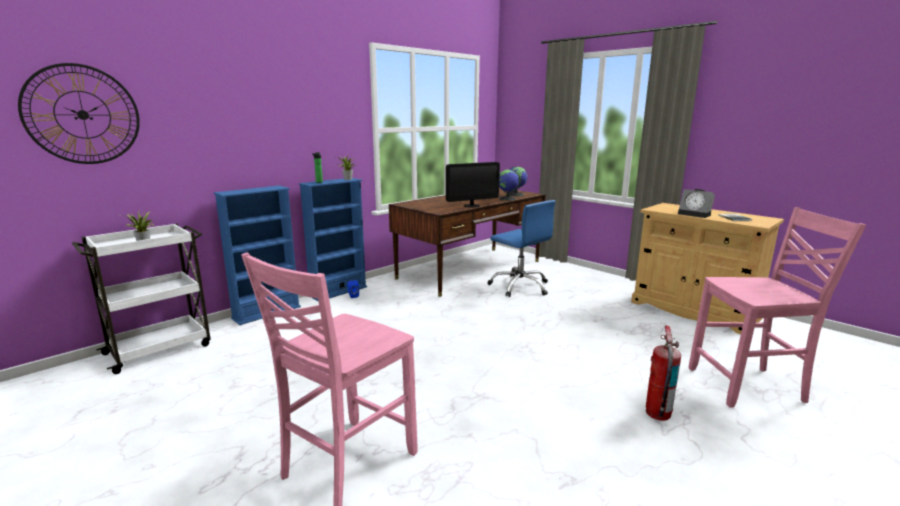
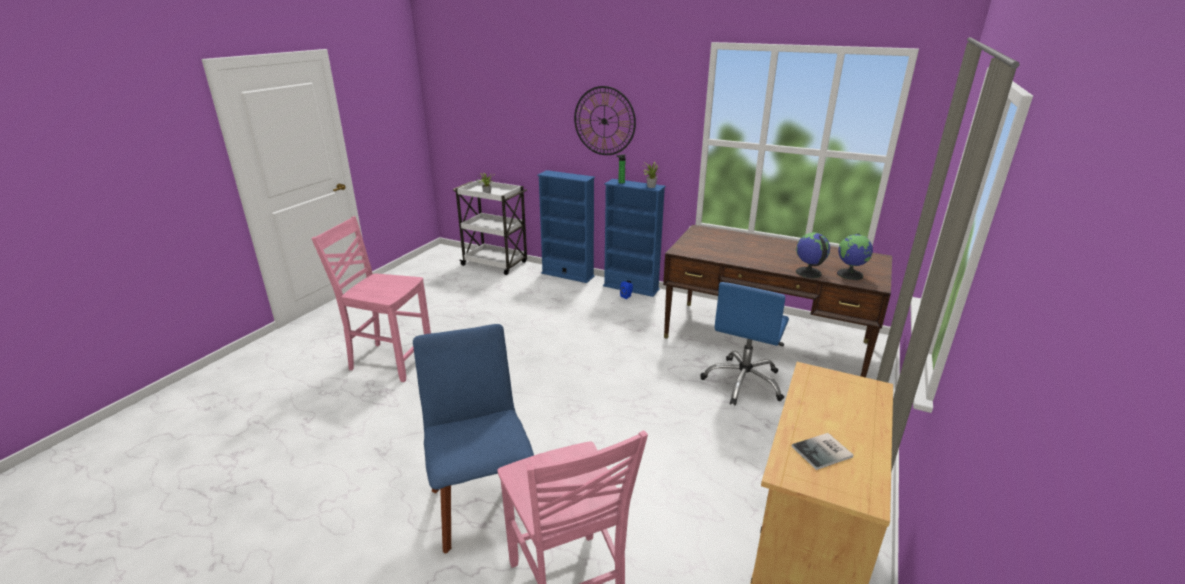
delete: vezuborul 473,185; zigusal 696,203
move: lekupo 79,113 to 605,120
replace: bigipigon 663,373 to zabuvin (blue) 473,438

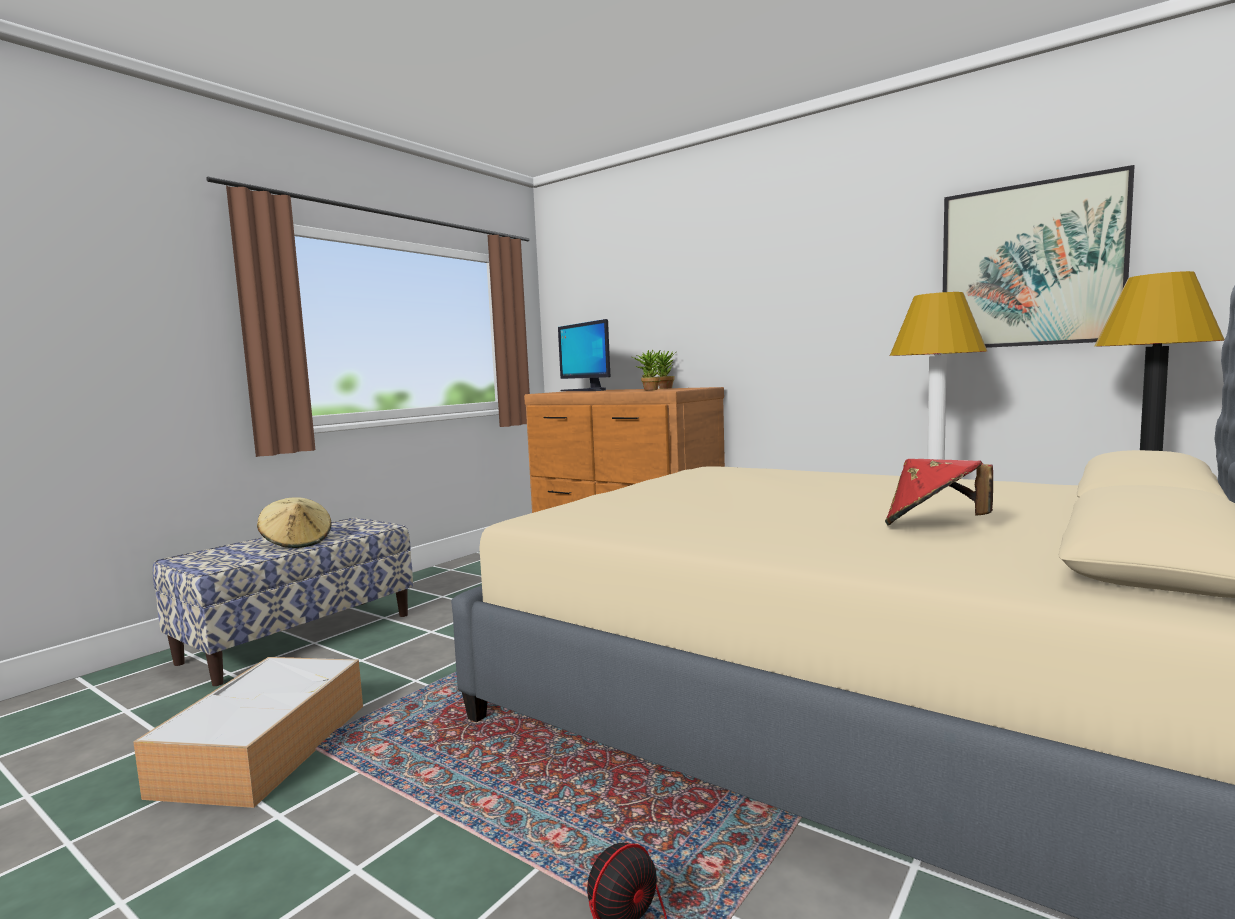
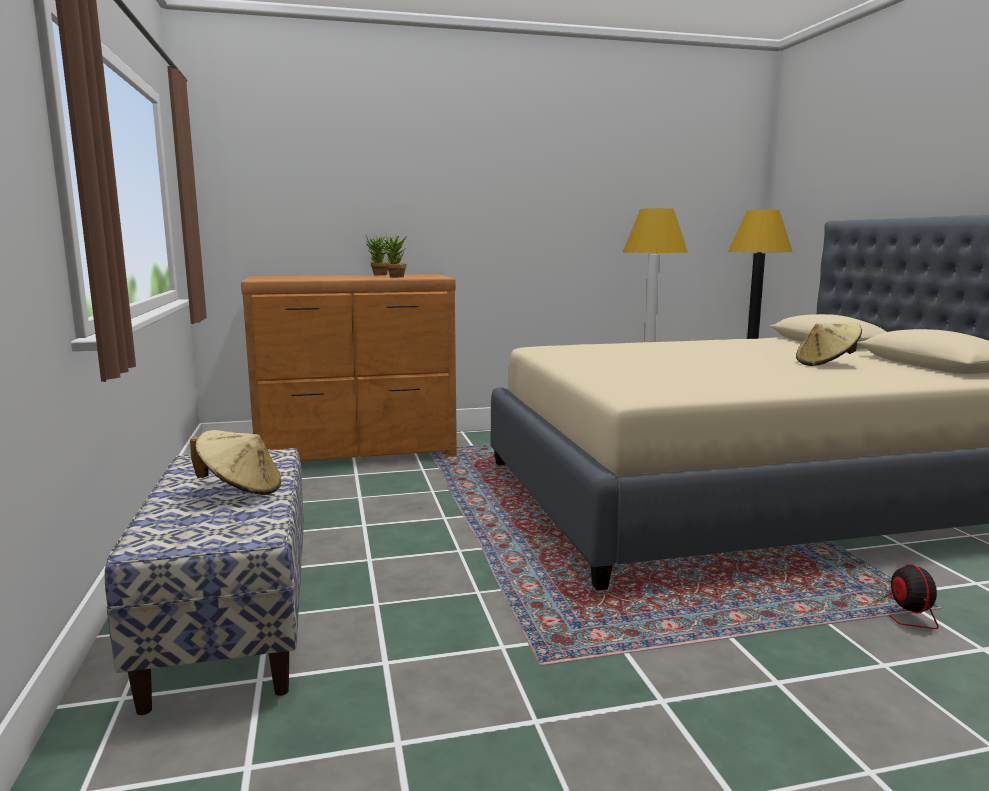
delete: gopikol 1039,256; vezuborul 584,355; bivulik 248,732
recolor: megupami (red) 939,492 to megupami (beige) 829,344

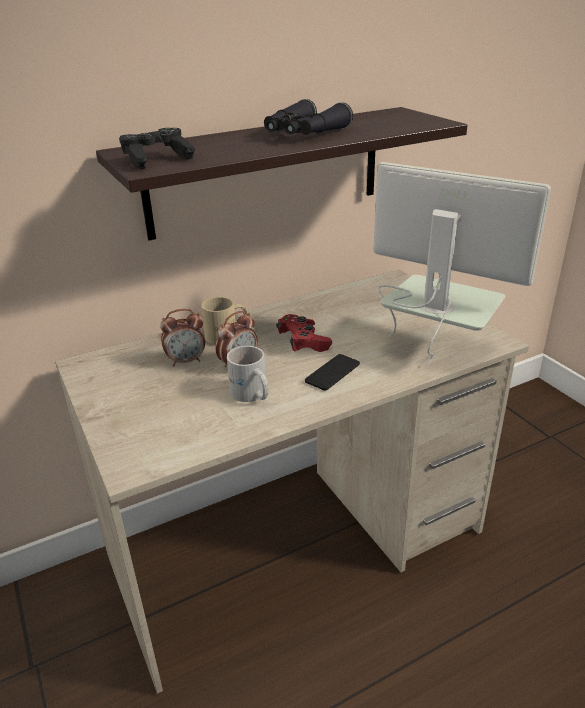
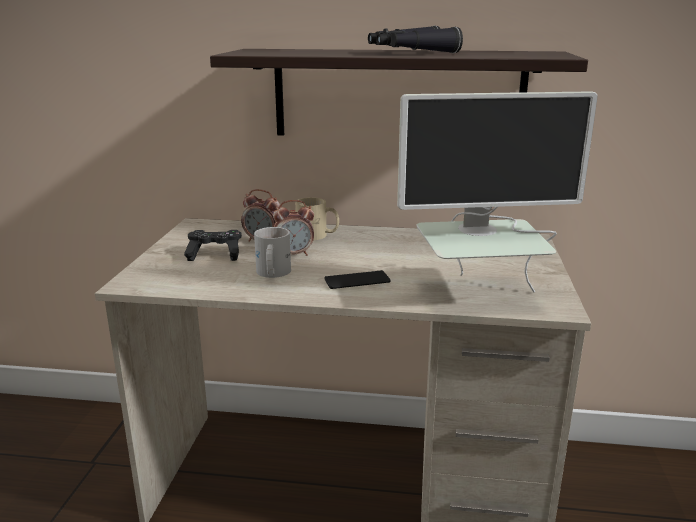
delete: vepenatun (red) 304,333
move: vepenatun (black) 157,148 to 213,245
rotate: vezuborul 462,263 = 497,192 105 degrees clockwise

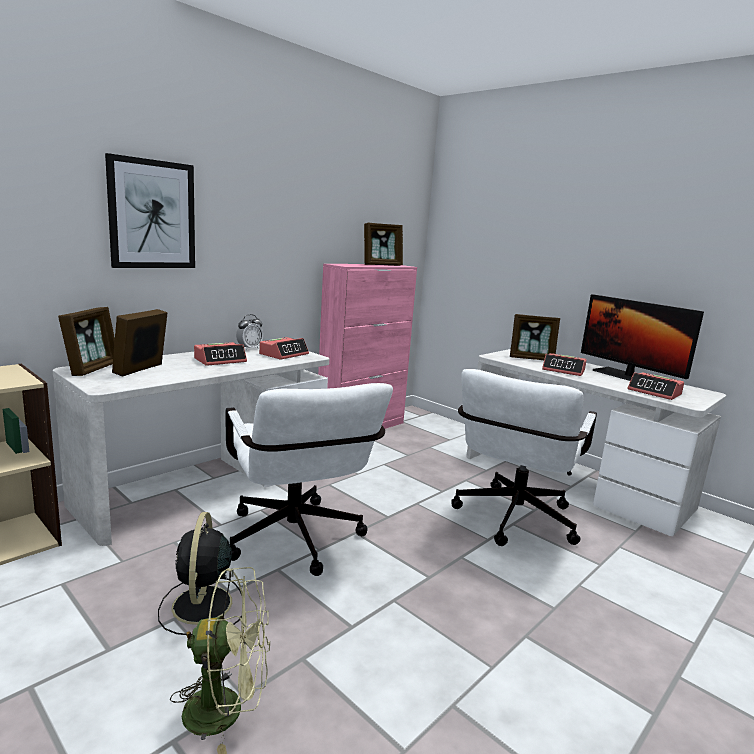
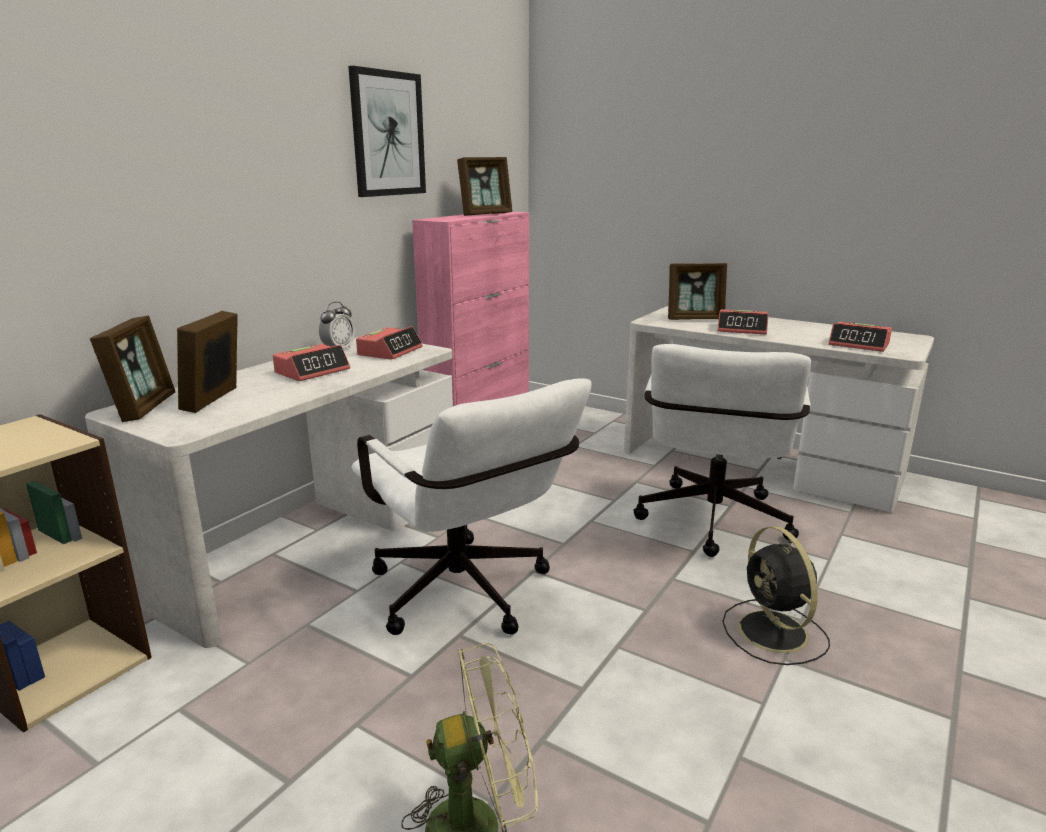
delete: vezuborul 642,337
move: gopikol 150,210 to 387,131; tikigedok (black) 200,574 to 776,595

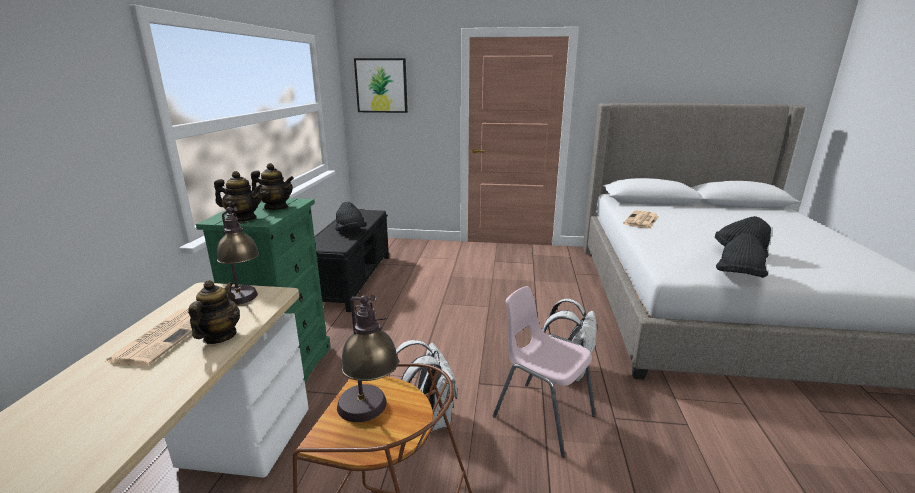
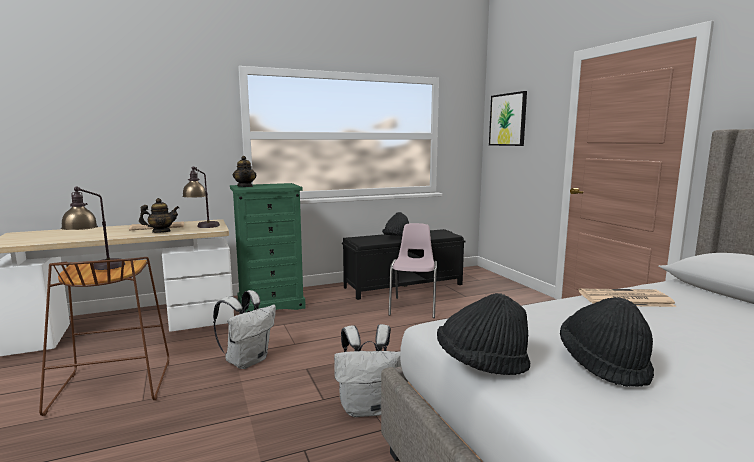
delete: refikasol 272,186
move: zabuvin (pink) 544,372 to 412,270

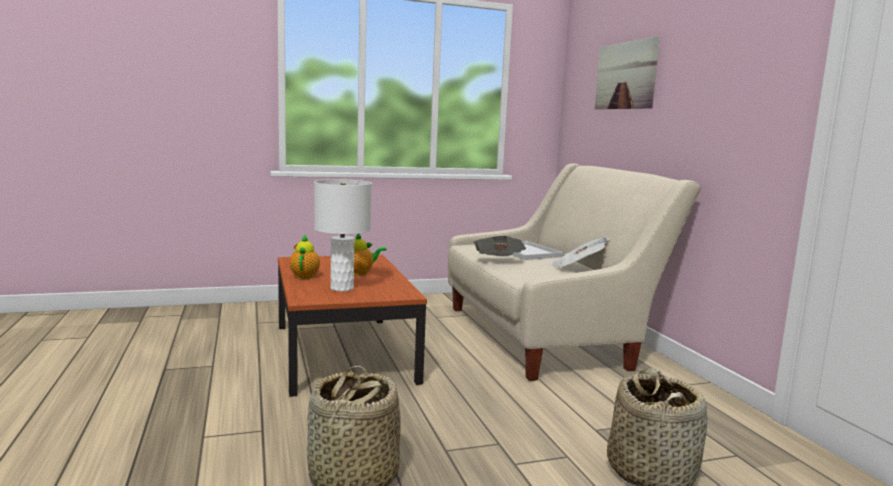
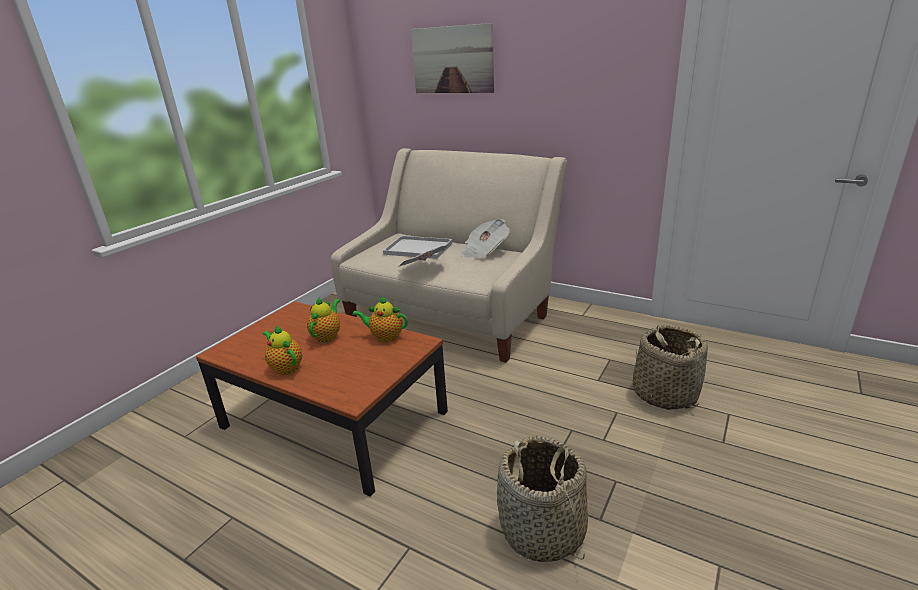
delete: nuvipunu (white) 343,235
insert: refikasol 380,319

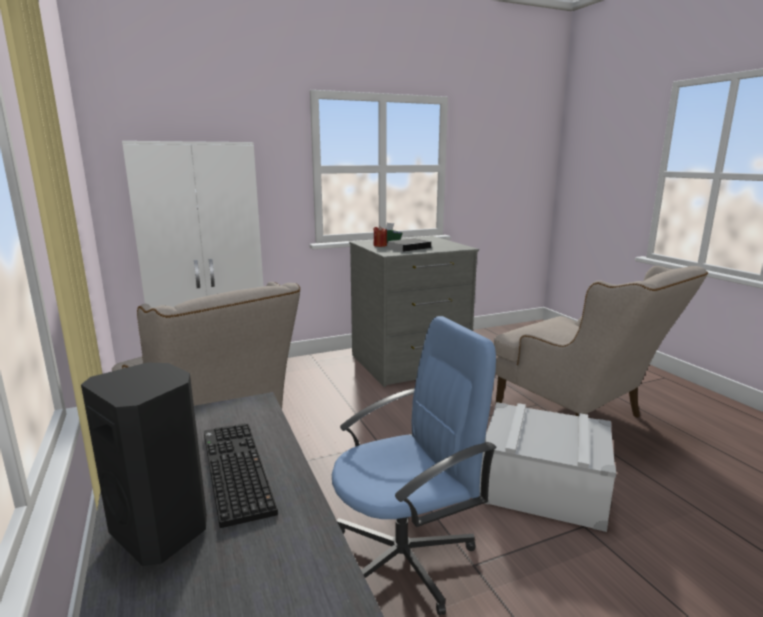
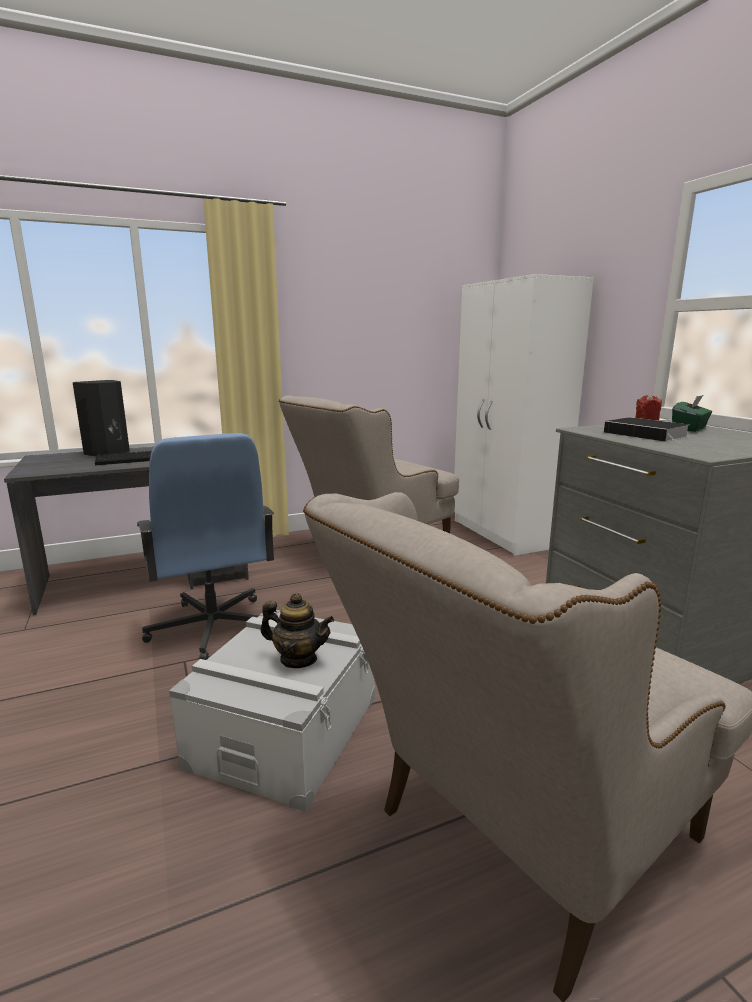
insert: refikasol 297,630

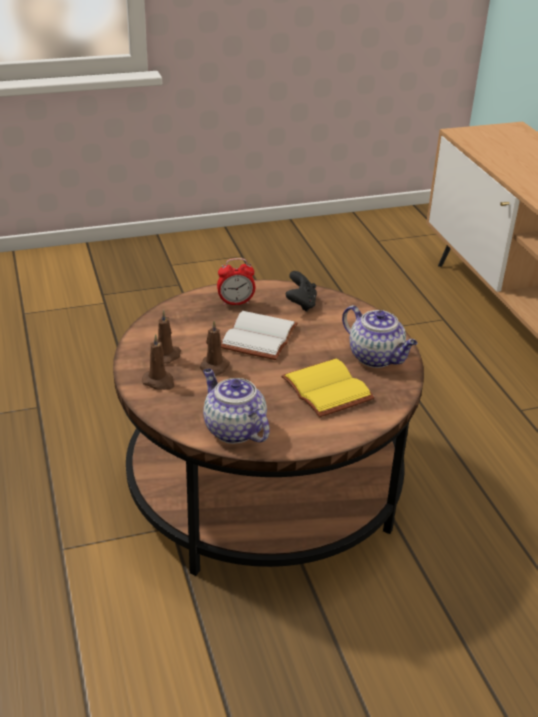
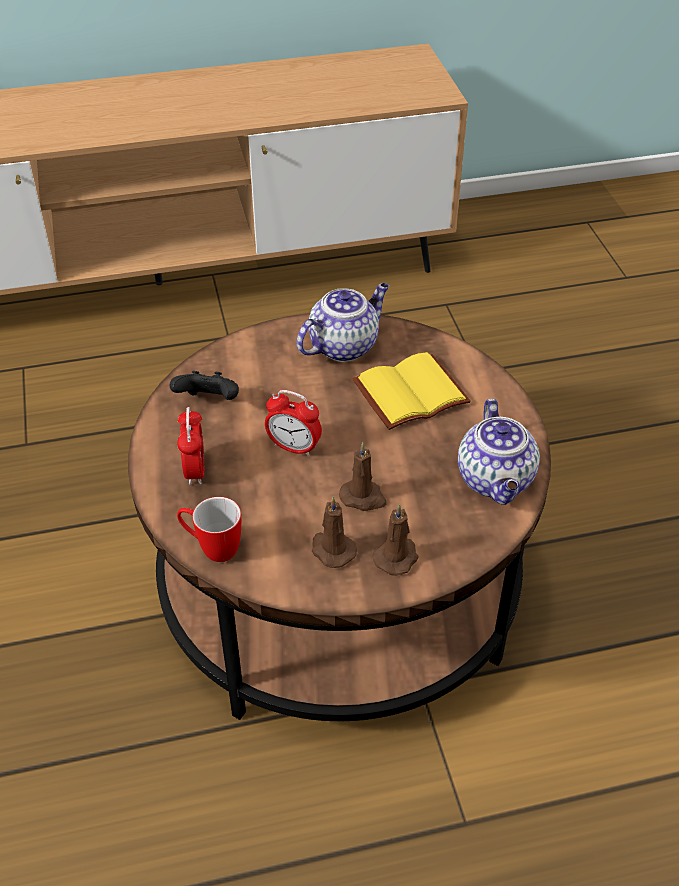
insert: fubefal 209,529
replace: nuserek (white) 259,335 to zigusal 293,423
rotate: refikasol 236,406 = 499,452 60 degrees counterclockwise

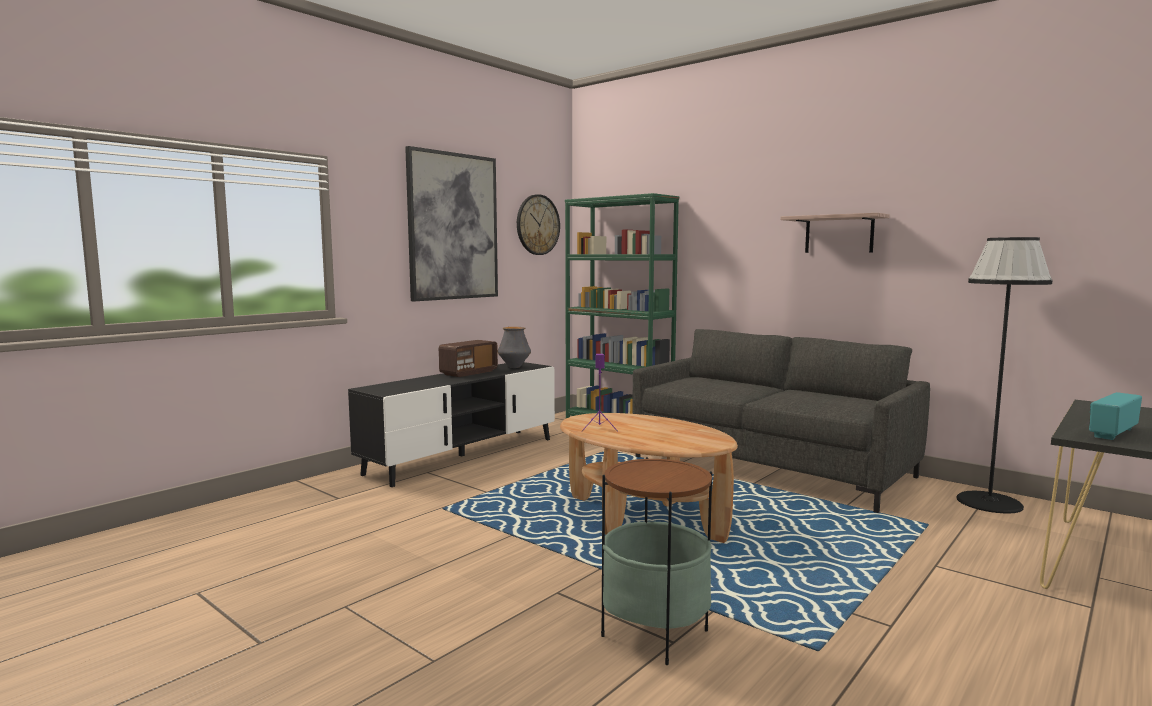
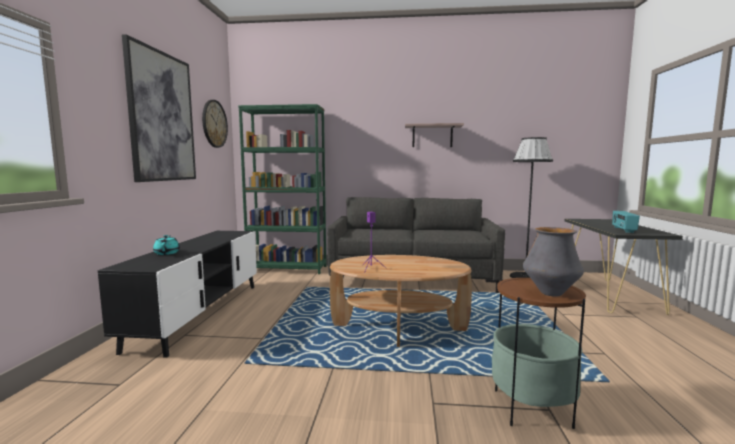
delete: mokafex 468,358
insert: refikasol (turquoise) 166,245
move: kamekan 514,347 to 553,261

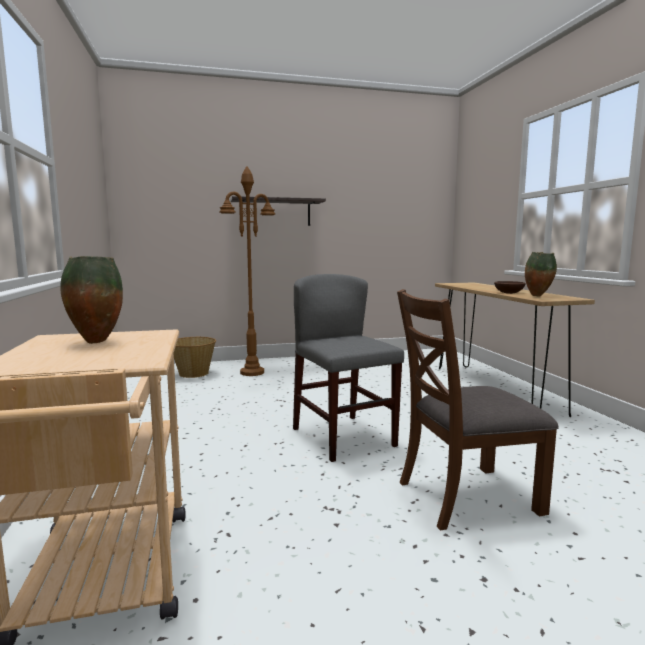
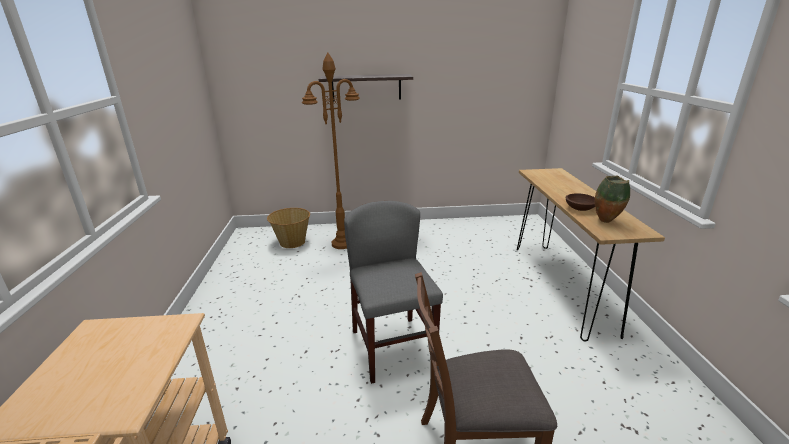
delete: kamekan 92,300

